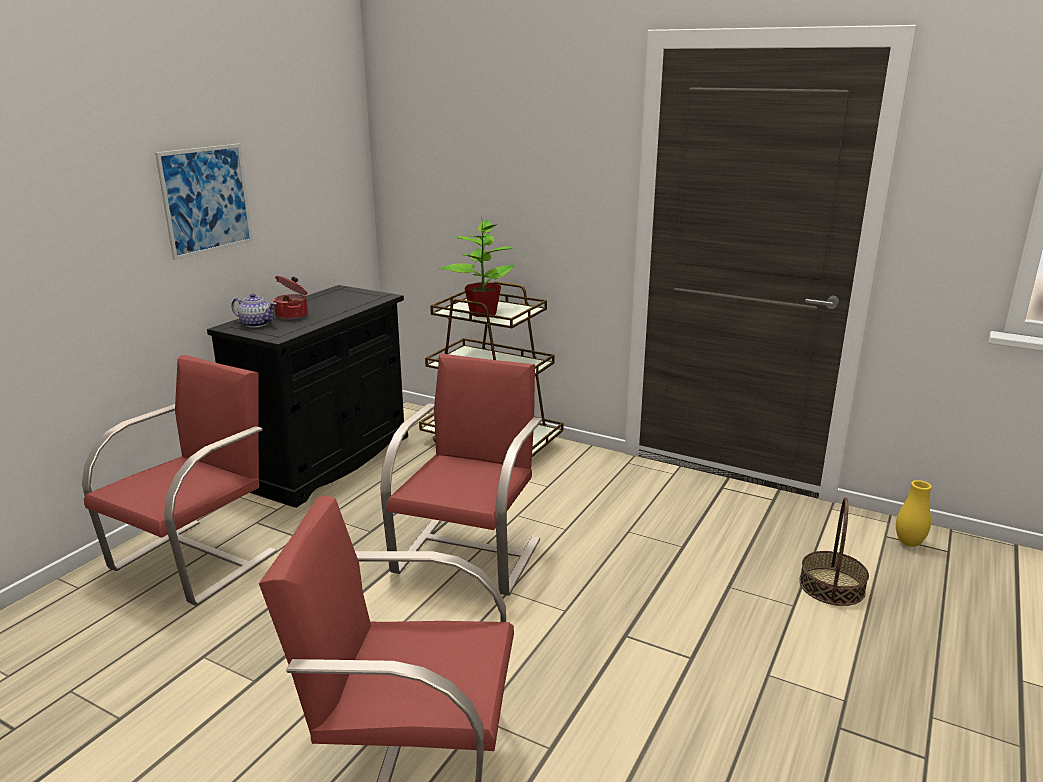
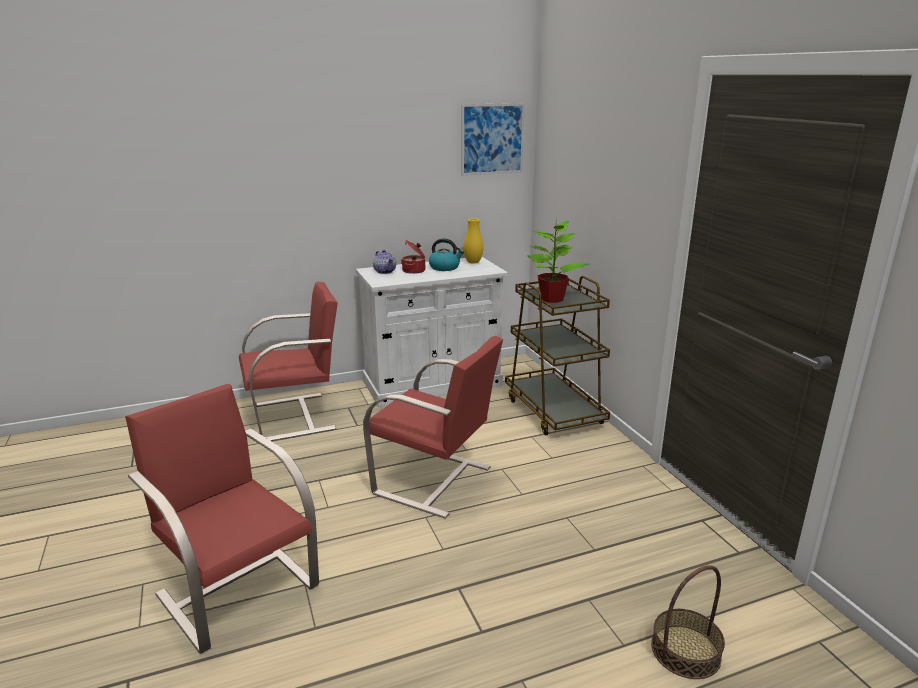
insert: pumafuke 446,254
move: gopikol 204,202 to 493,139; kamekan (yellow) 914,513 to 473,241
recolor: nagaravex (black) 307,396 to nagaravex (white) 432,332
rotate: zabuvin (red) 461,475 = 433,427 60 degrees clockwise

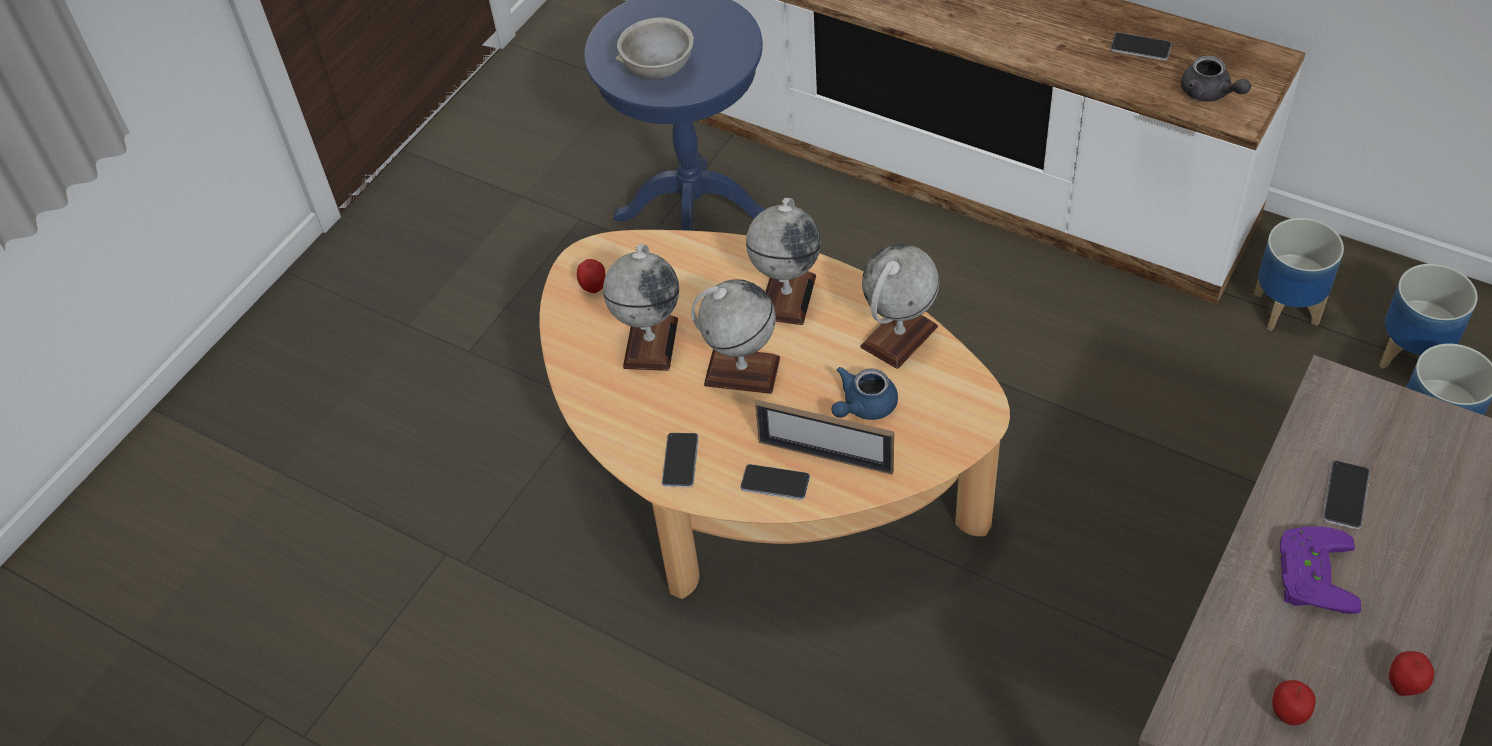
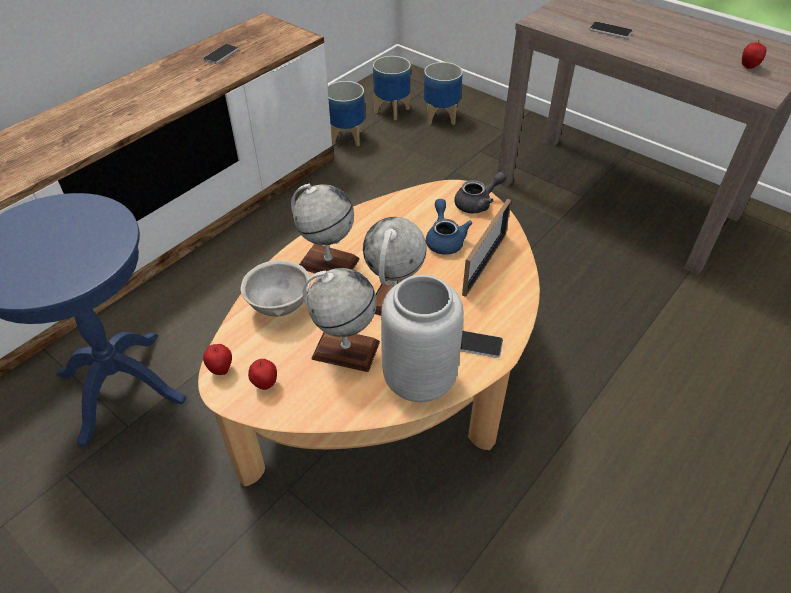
delete: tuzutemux 899,306; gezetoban 775,482; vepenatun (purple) 1320,570
insert: kamekan (grey) 422,338
move: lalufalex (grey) 655,48 to 275,288; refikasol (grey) 1216,78 to 480,193; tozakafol 1411,673 to 217,359
rotate: refikasol (blue) 864,393 = 449,227 150 degrees counterclockwise

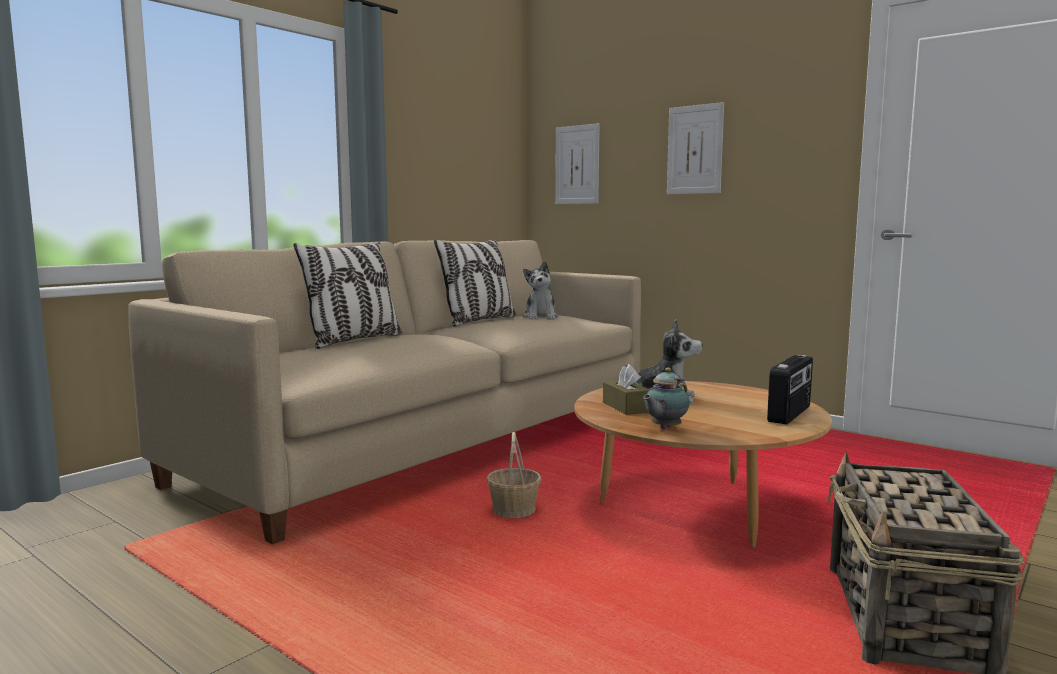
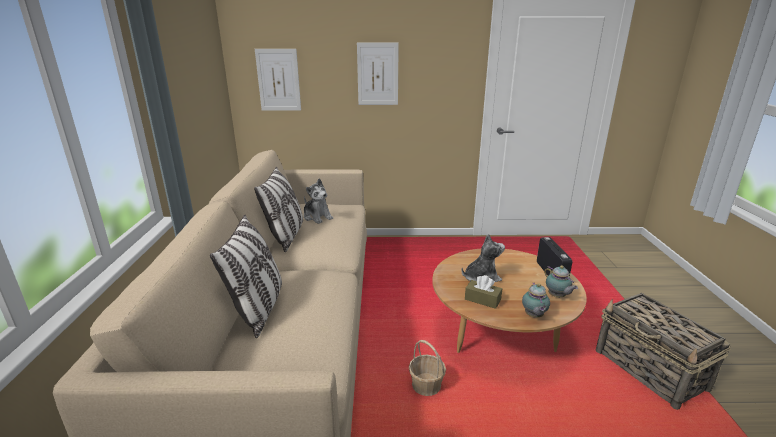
insert: refikasol 561,281

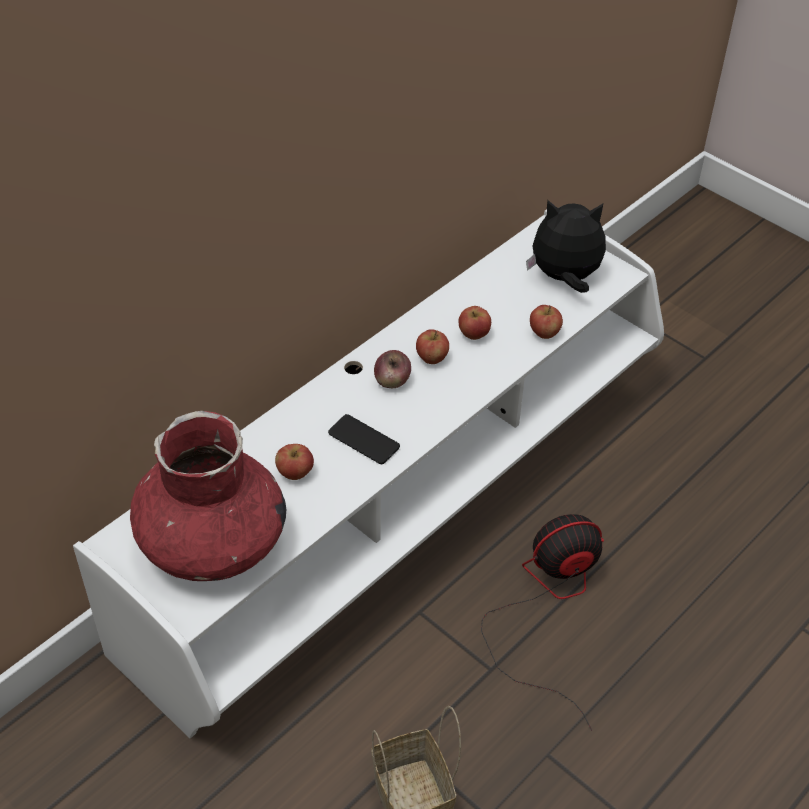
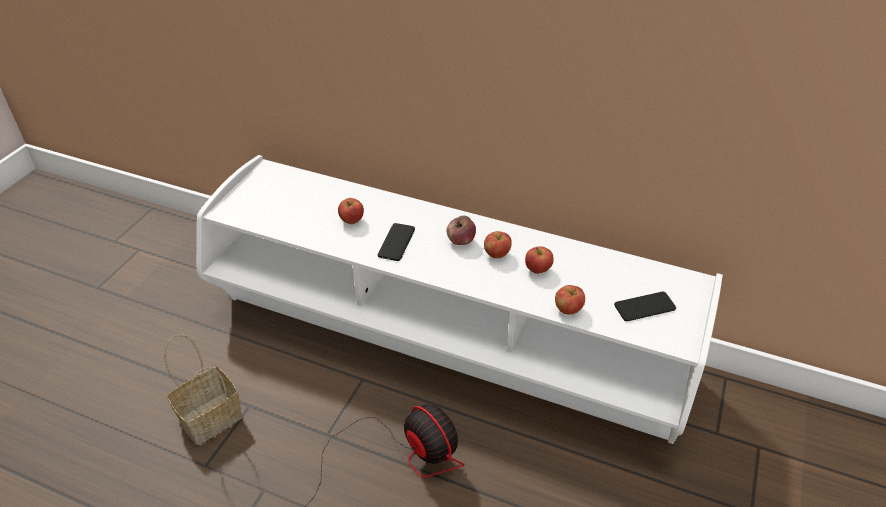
delete: kamekan (red) 208,496
replace: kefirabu 566,246 to gezetoban 645,306

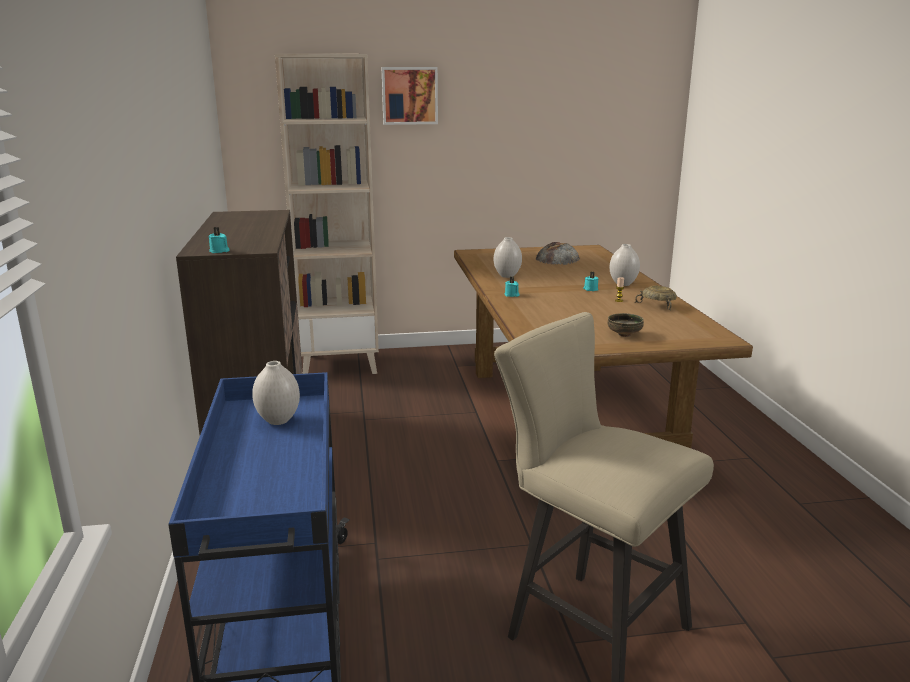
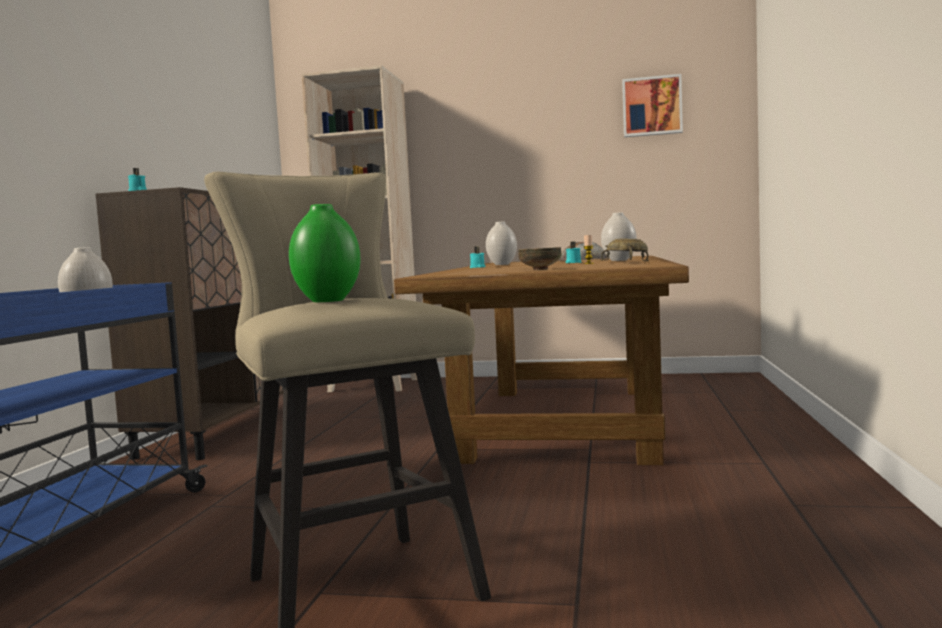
insert: kamekan (green) 325,253
move: gopikol 410,96 to 652,105

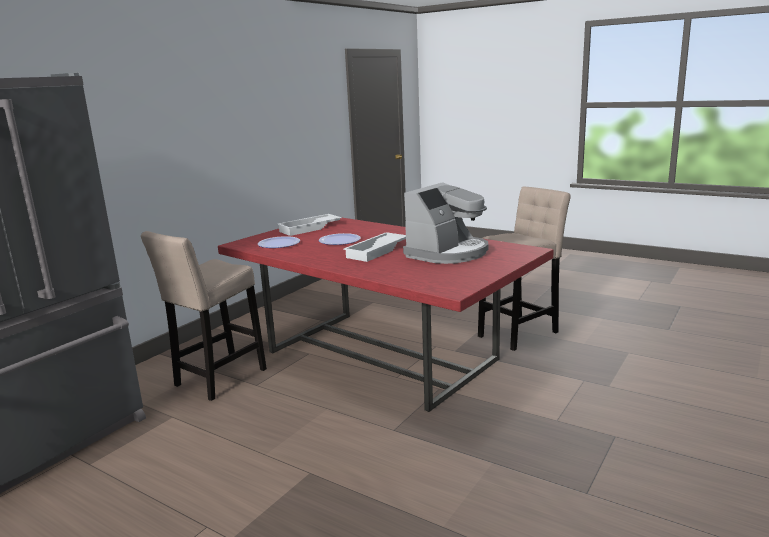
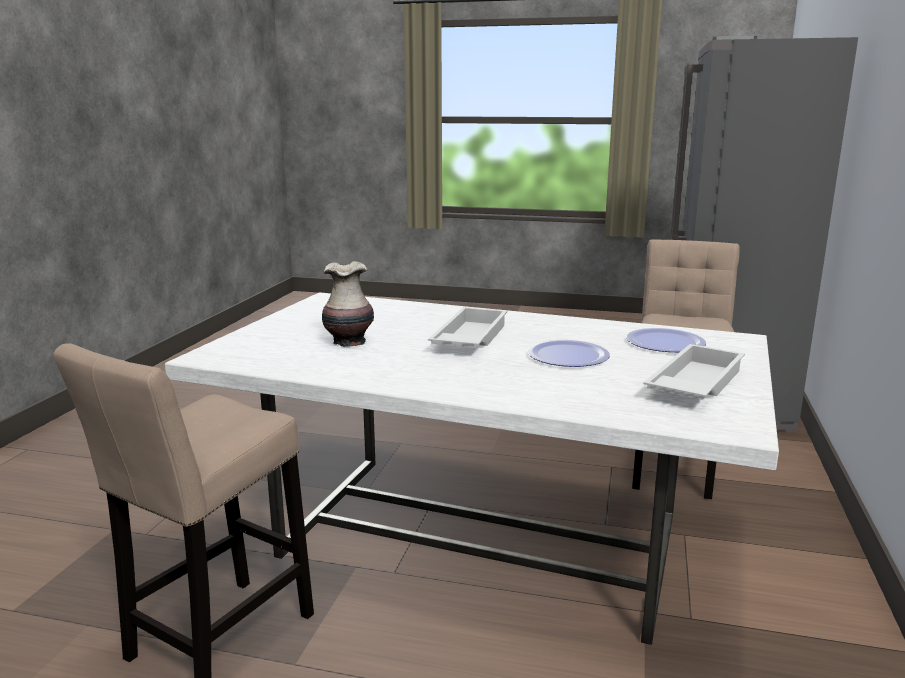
replace: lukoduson 445,223 to kamekan 348,304
recolor: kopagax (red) 386,315 to kopagax (white) 472,468

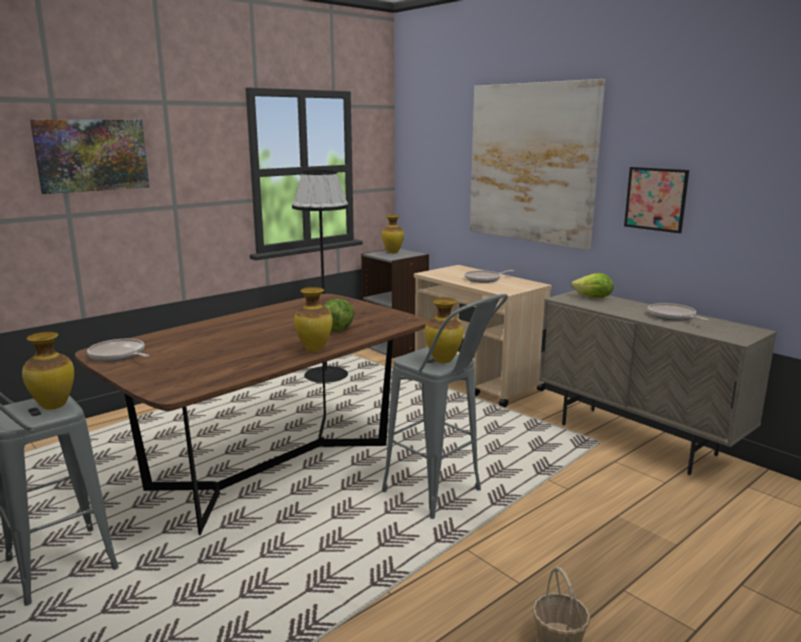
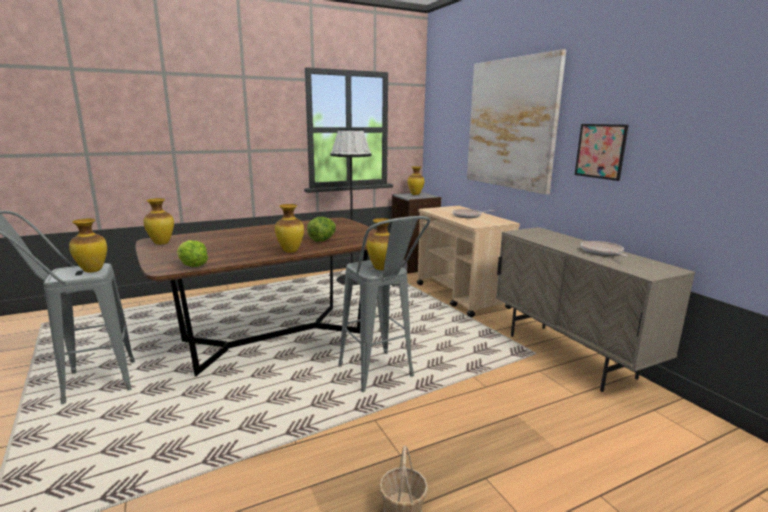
delete: gopikol 89,157
move: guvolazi 592,285 to 192,253
replace: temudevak 118,350 to kamekan 158,221

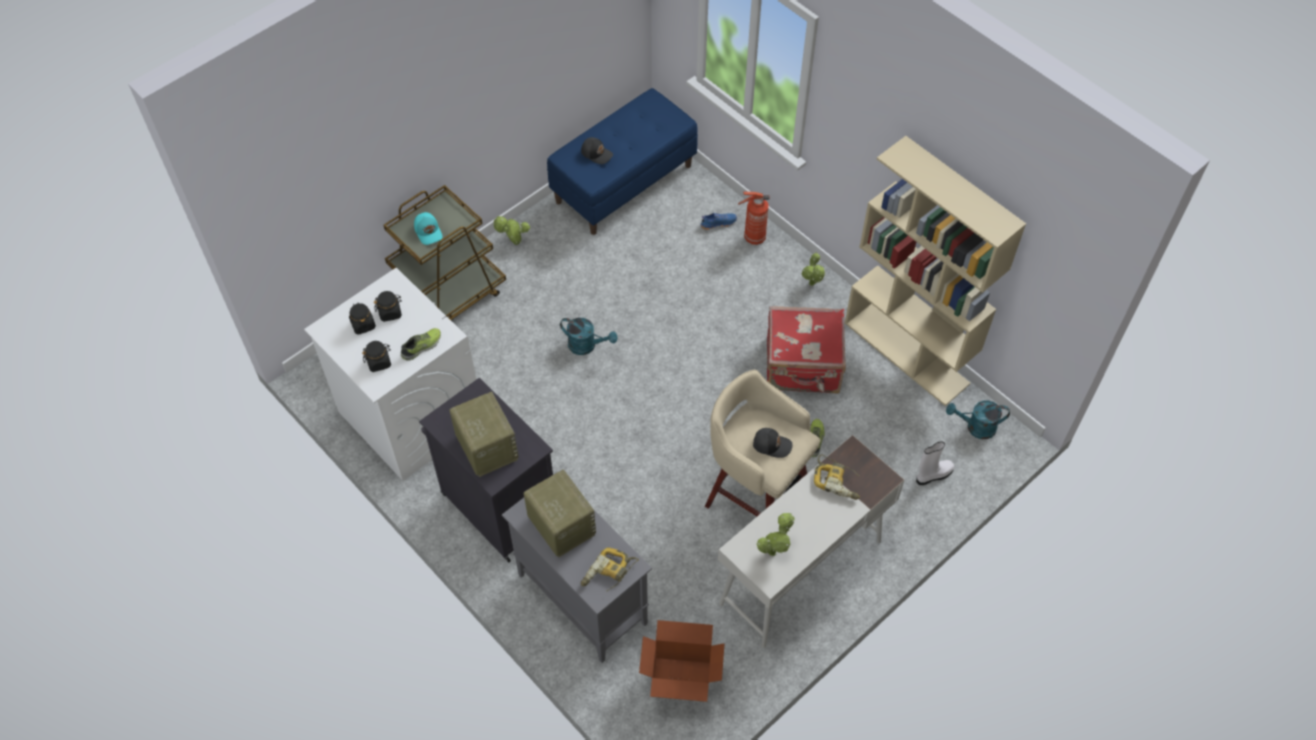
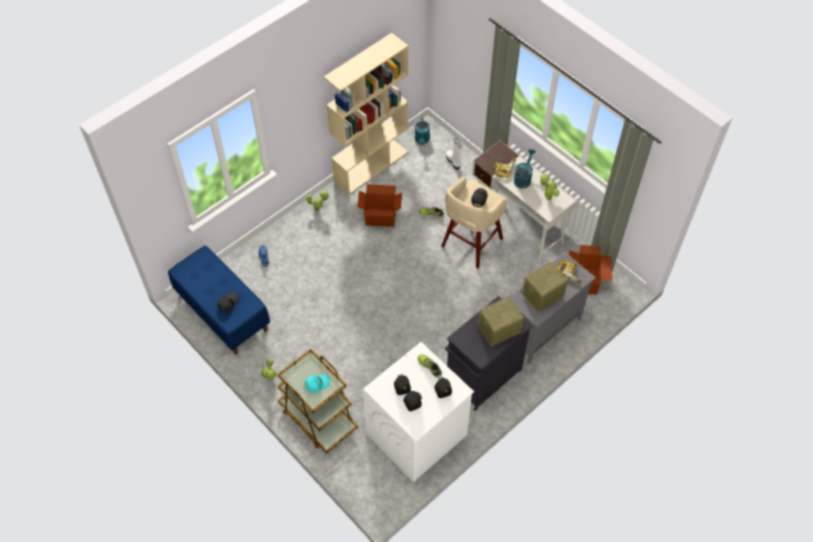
delete: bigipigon 754,218
move: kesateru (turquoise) 589,336 to 525,168
replace: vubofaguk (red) 806,349 to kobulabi 379,205

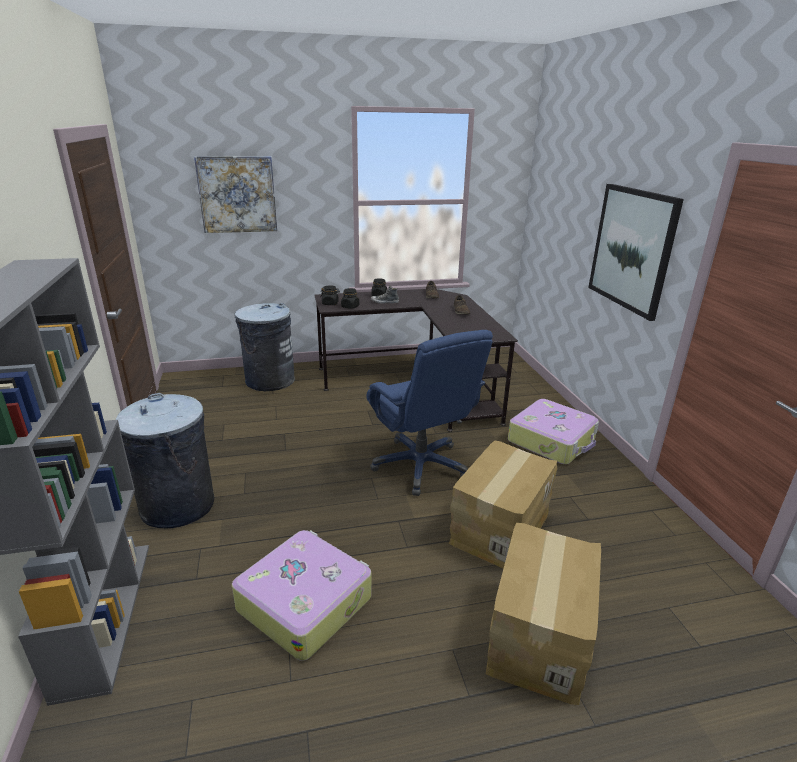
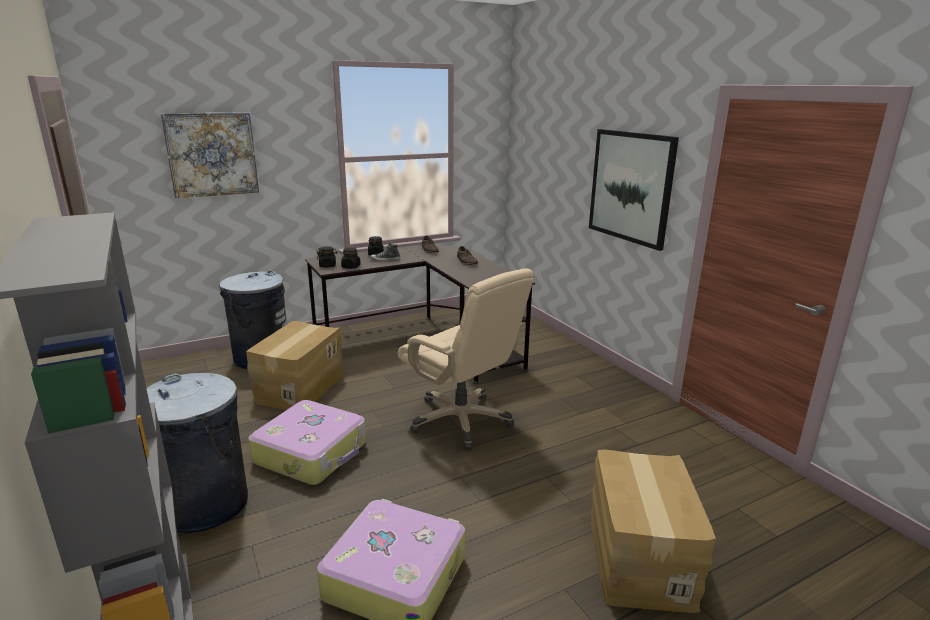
move: vubofaguk 553,431 to 307,442; kobulabi 503,504 to 294,365
recolor: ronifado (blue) 429,413 to ronifado (beige) 466,359

